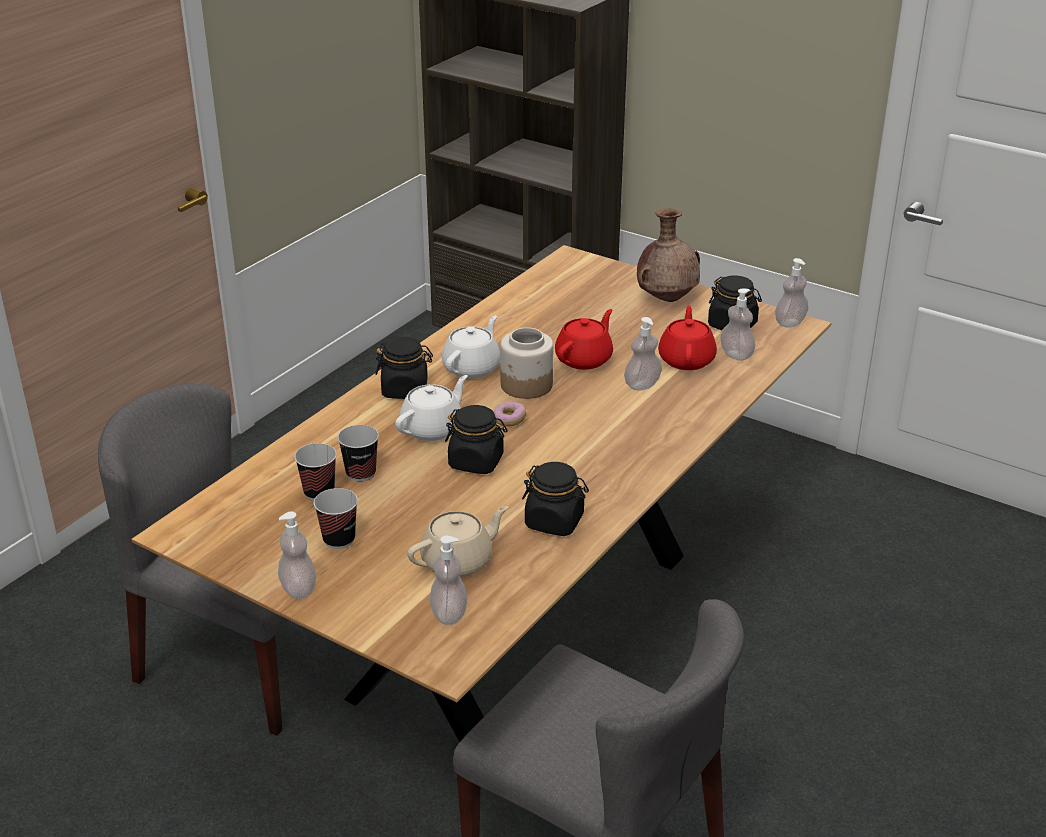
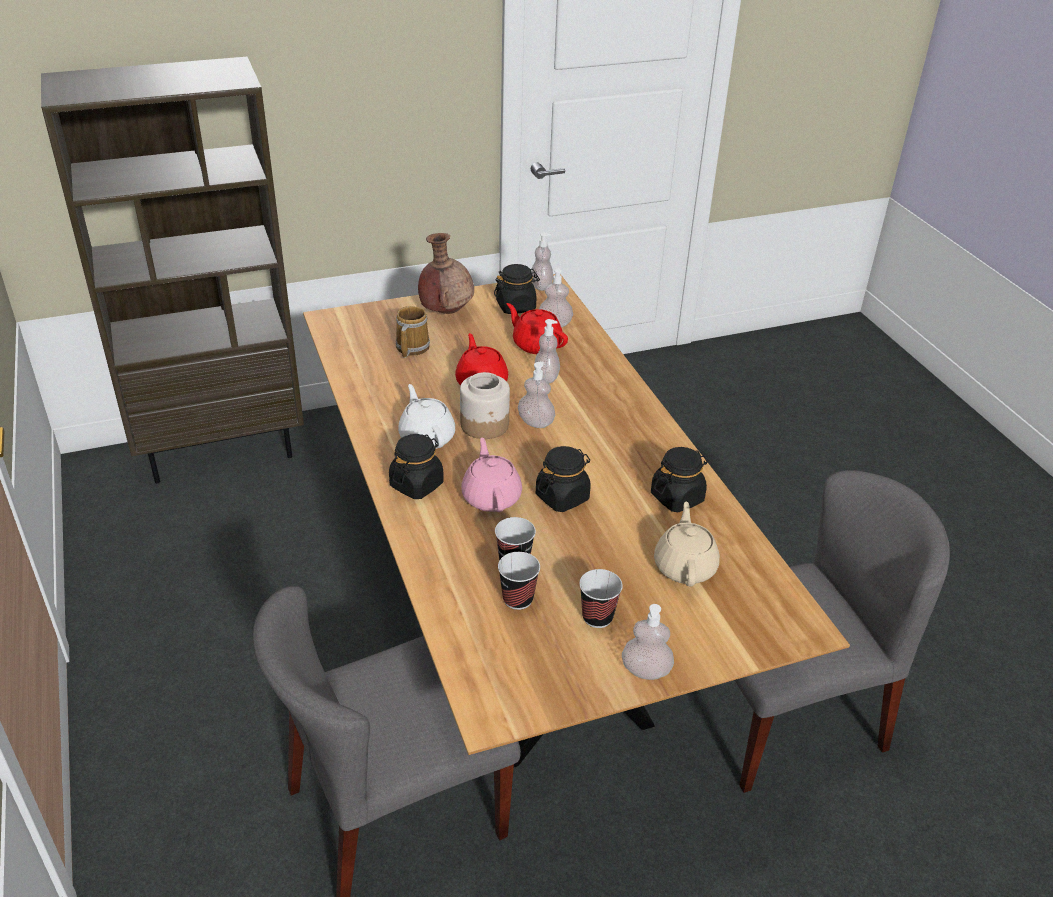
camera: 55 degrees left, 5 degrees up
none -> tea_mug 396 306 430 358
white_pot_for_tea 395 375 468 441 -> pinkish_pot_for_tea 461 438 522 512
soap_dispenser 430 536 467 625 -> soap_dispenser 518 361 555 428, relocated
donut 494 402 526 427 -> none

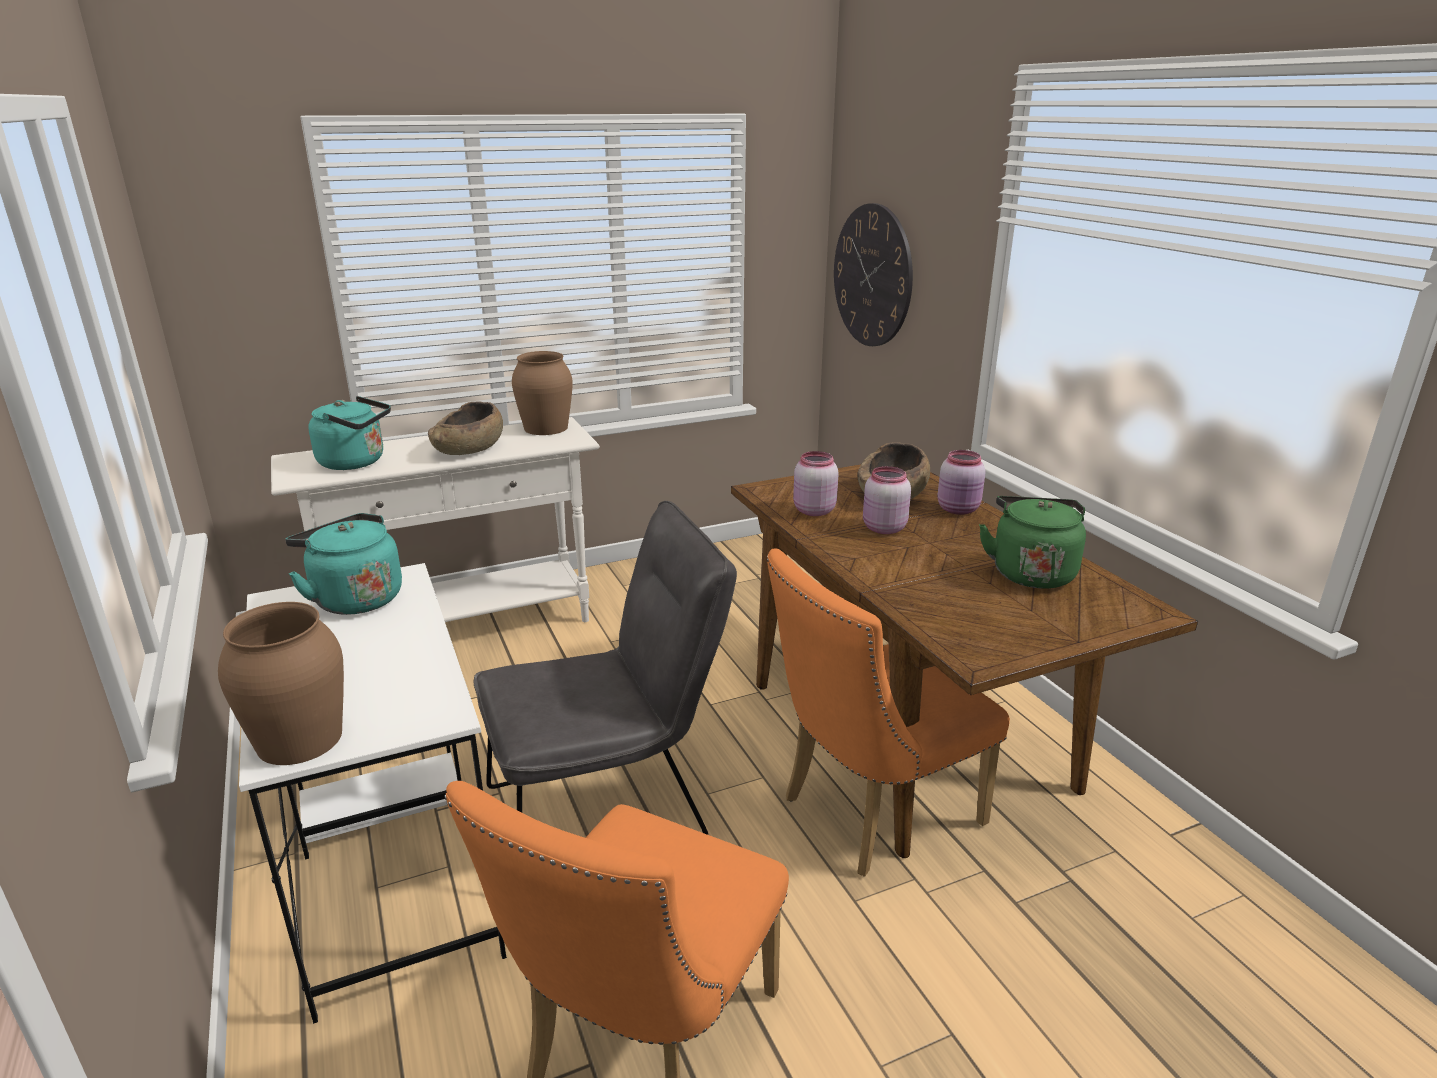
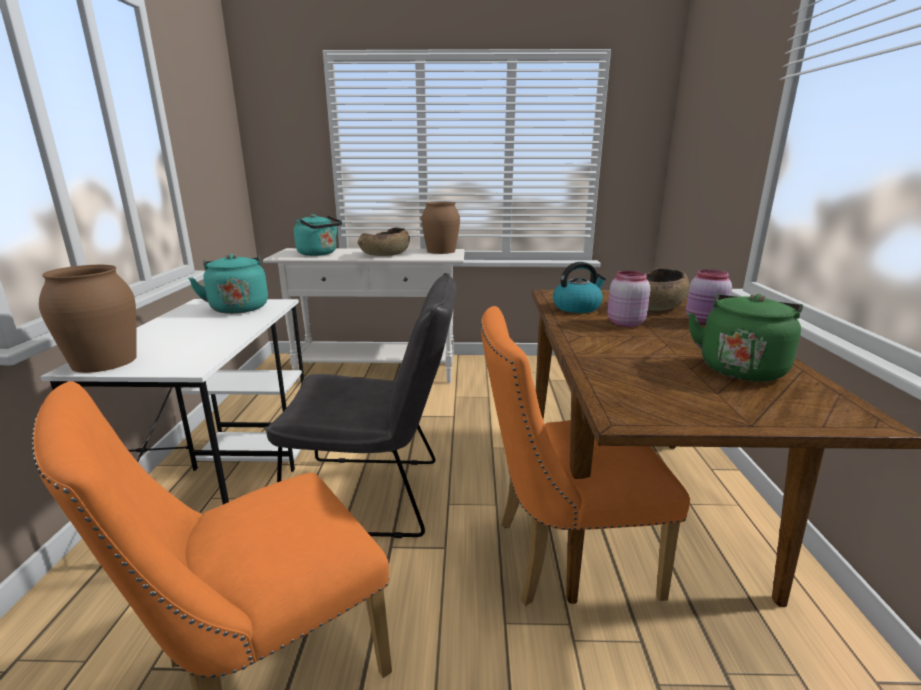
camera: 25 degrees right, 5 degrees down
pinkish_jar 793 451 839 516 -> water_kettle 553 262 606 313
clock_on_the_wall 834 203 913 346 -> none

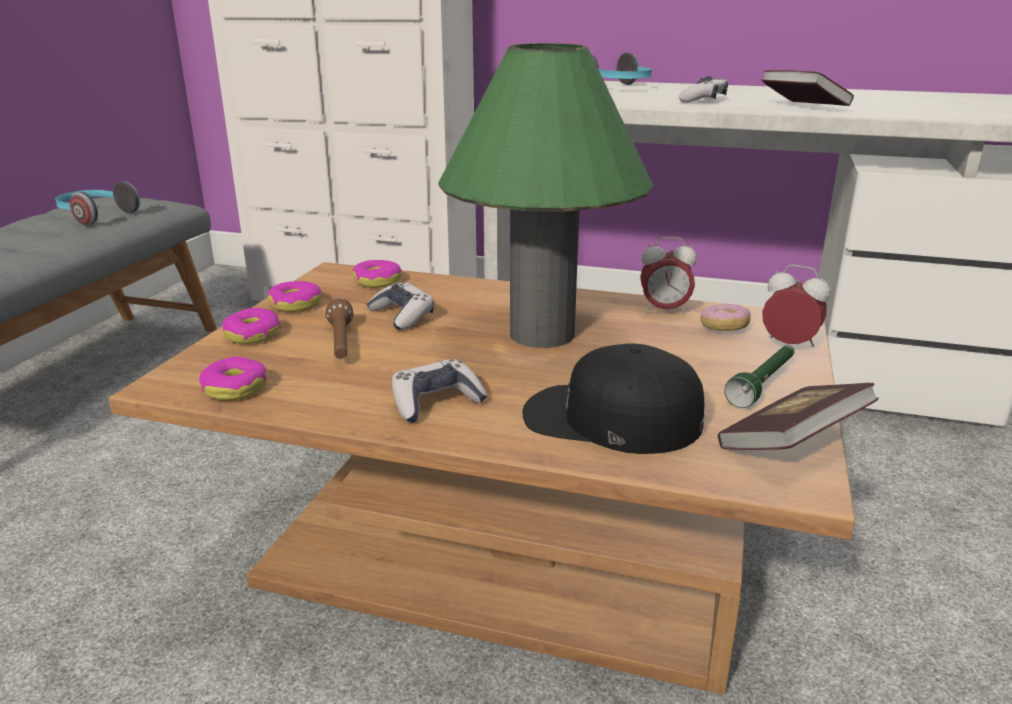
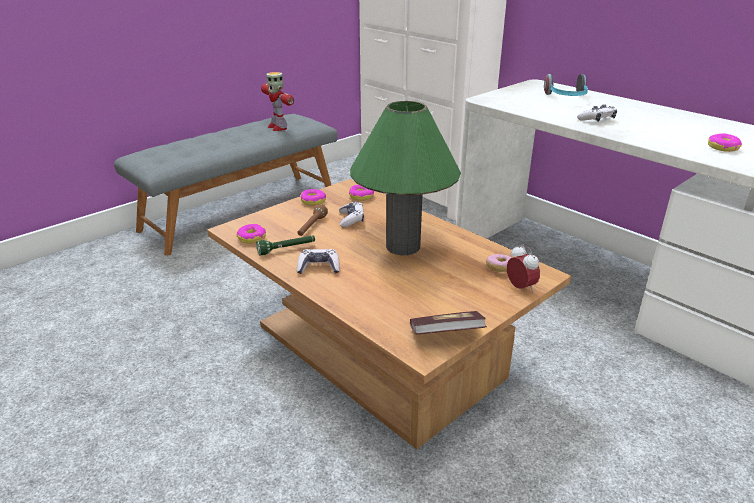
camera: 30 degrees right, 5 degrees up
green_hand_torch 724 345 794 408 -> green_hand_torch 256 236 315 256, relocated
headset 55 181 140 226 -> toy_robot 261 72 294 131
donut 222 308 281 344 -> donut 708 133 742 152, relocated
blackish_cap 523 344 704 454 -> none
alarm_clock 640 237 697 314 -> none
volume 761 70 854 106 -> none

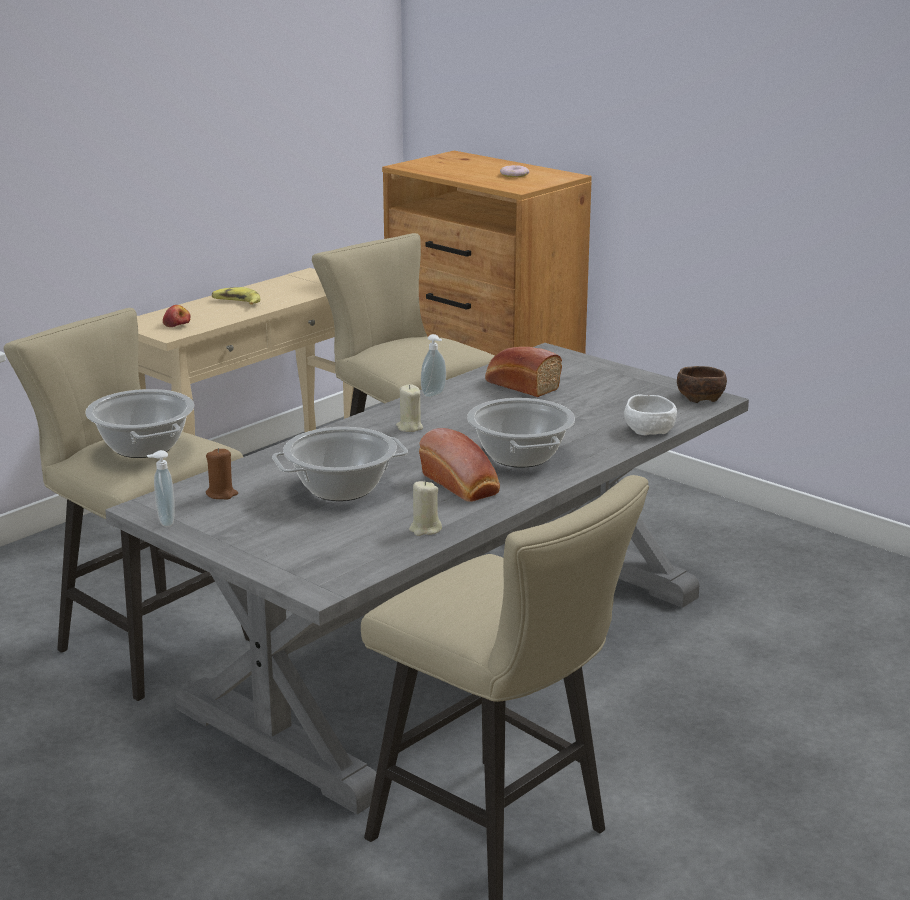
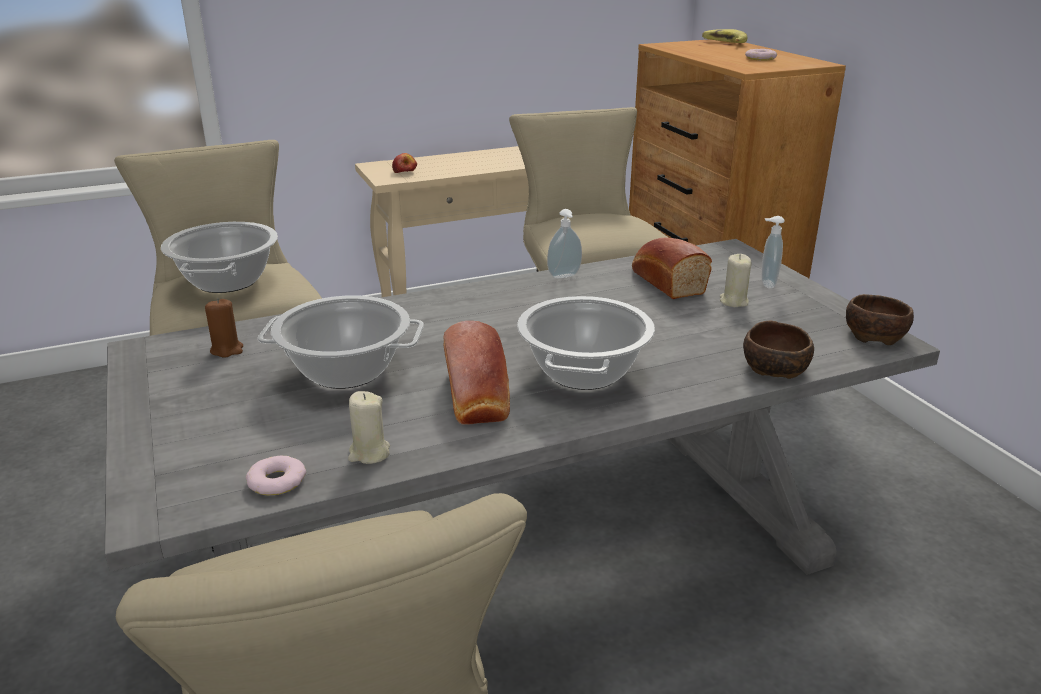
camera: 25 degrees right, 5 degrees up
none -> donut 246 456 306 495
banana_fruit 212 287 260 305 -> banana_fruit 702 29 747 43, relocated
sand-coloured_candle 396 384 423 432 -> sand-coloured_candle 720 254 752 307, relocated
white_serving_bowl 624 394 677 435 -> brown_serving_bowl 743 321 814 379
soap_dispenser 147 450 175 527 -> soap_dispenser 762 216 785 289, relocated

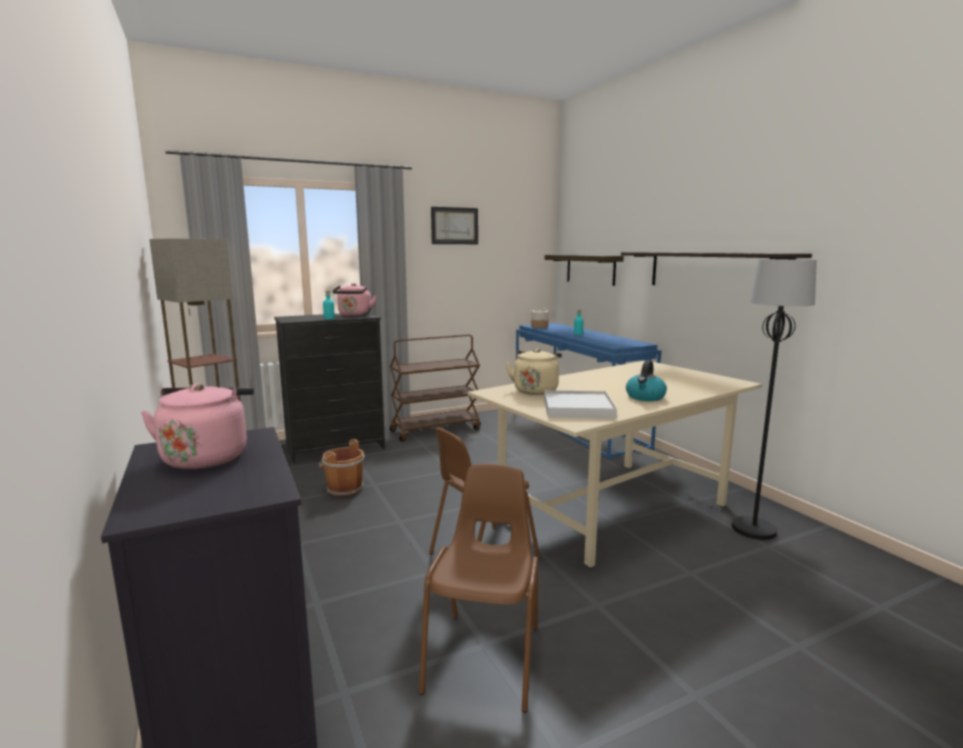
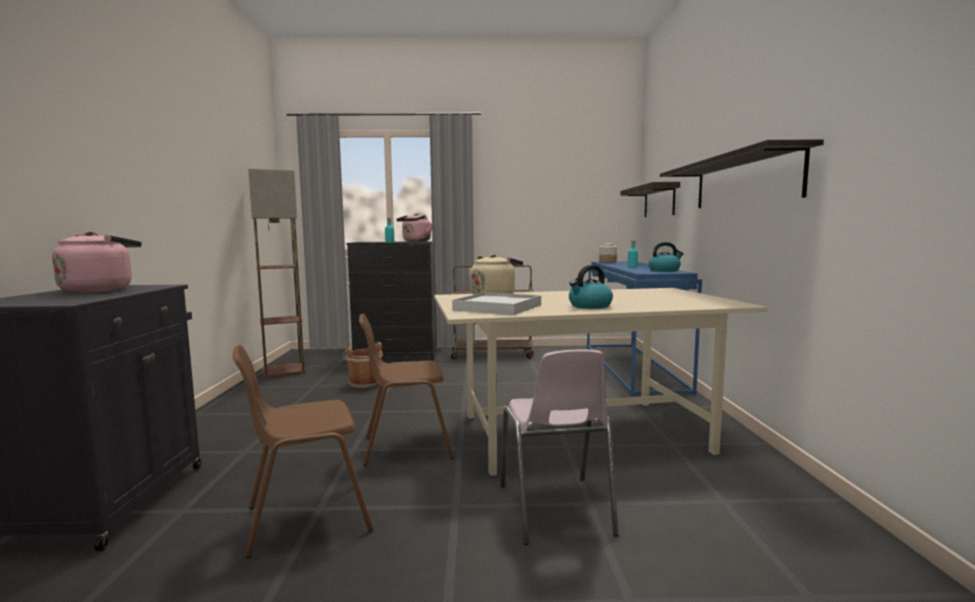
camera: 25 degrees right, 5 degrees down
brown_chair 419 464 538 713 -> brown_chair 233 345 373 558, 150 degrees counterclockwise
none -> pinkish_chair 500 350 619 545
none -> water_kettle 649 242 684 272
wall_picture 431 207 478 244 -> none
blackish_standing_lamp 732 259 817 540 -> none

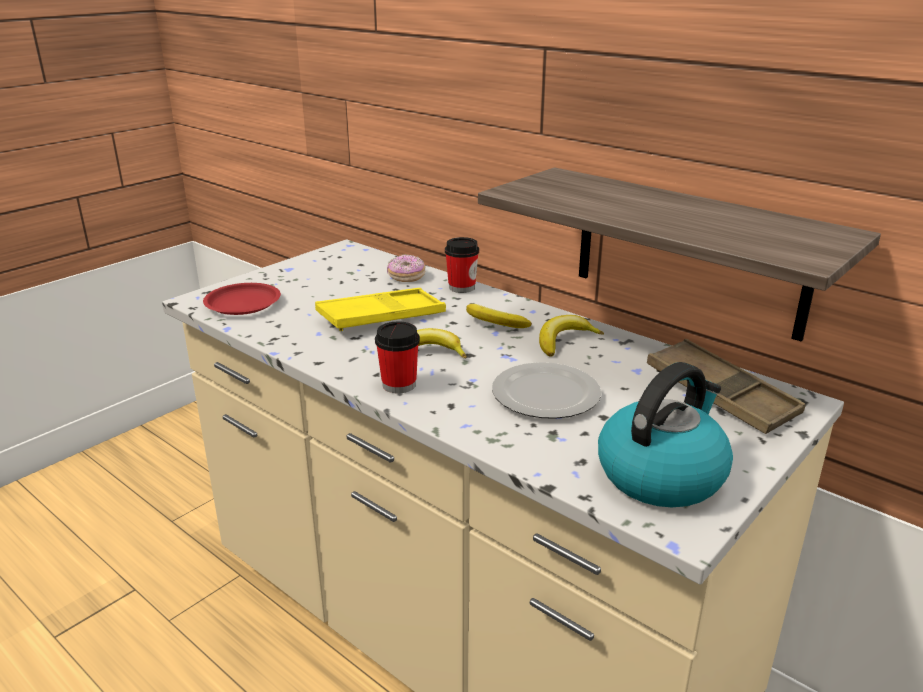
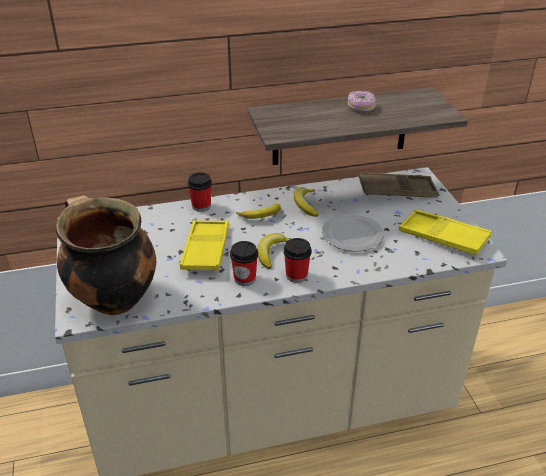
camera: 55 degrees left, 10 degrees up
reddish_flat_dish 203 283 281 315 -> saucepot 56 195 156 315
none -> drinking_cup 230 241 258 286
donut 387 254 425 282 -> donut 348 91 376 112, relocated
water_kettle 598 362 733 507 -> yellow-coloured_serving_tray 399 209 492 255

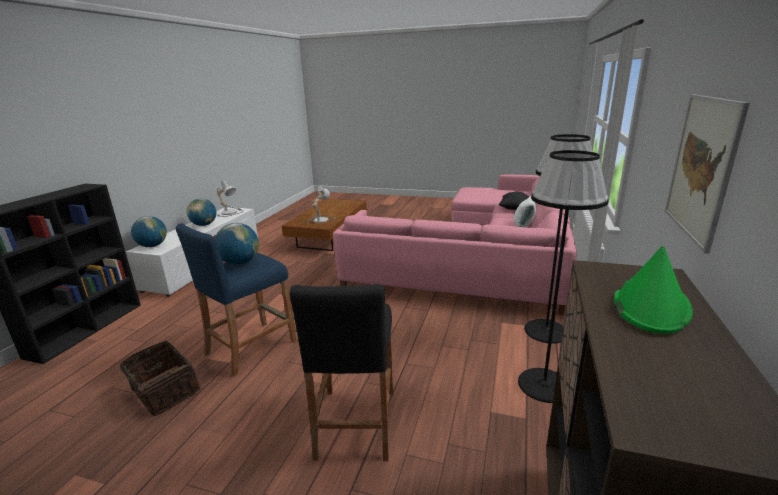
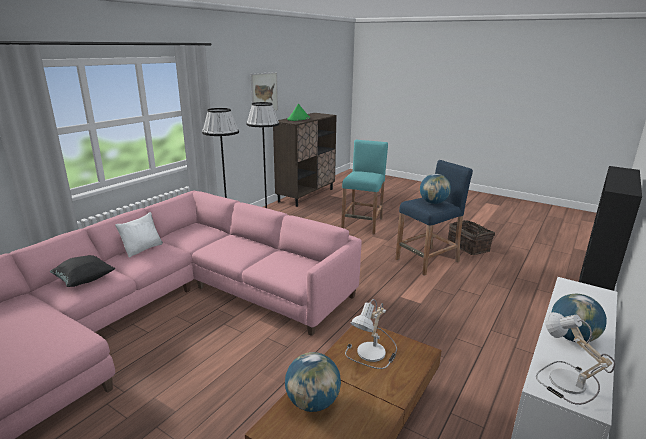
camera: 165 degrees left, 0 degrees up
desk_globe 131 216 167 247 -> desk_globe 285 352 341 412, relocated
blackish_sitting_stool 290 284 393 461 -> turquoise_sitting_stool 341 140 388 235

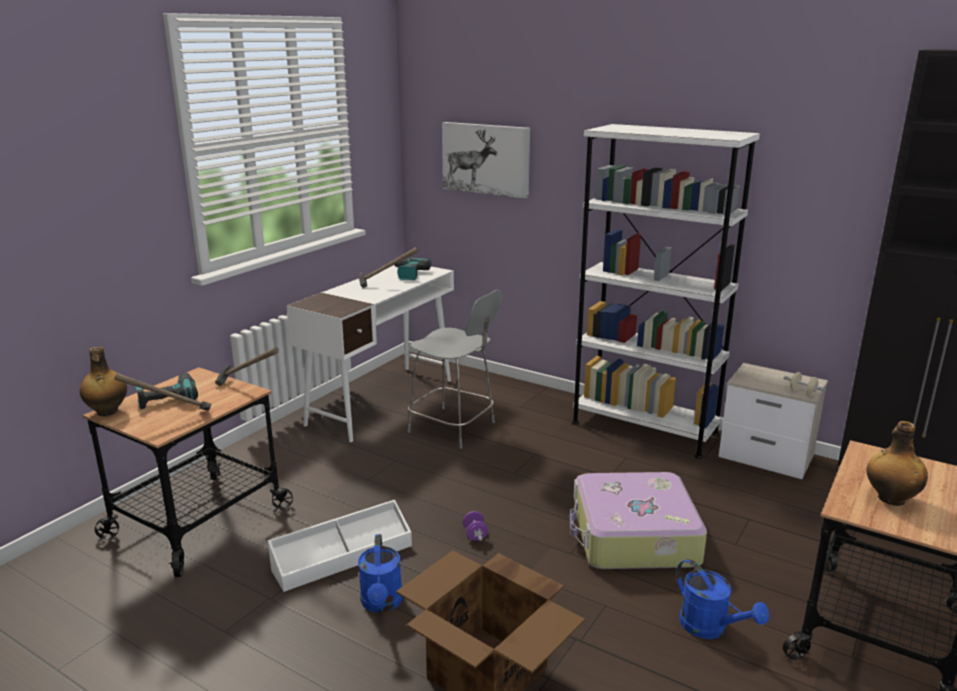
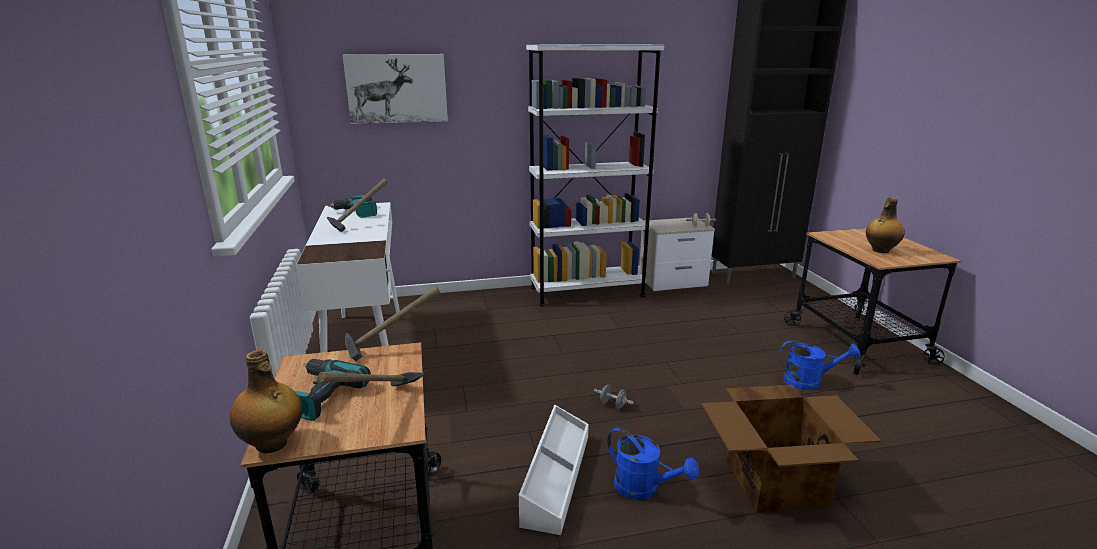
camera: 45 degrees left, 0 degrees up
purplish_dumbbell 463 511 488 541 -> grey_dumbbell 594 385 634 409
grey_chair 408 290 503 449 -> none
piece_of_luggage 570 472 707 569 -> none

